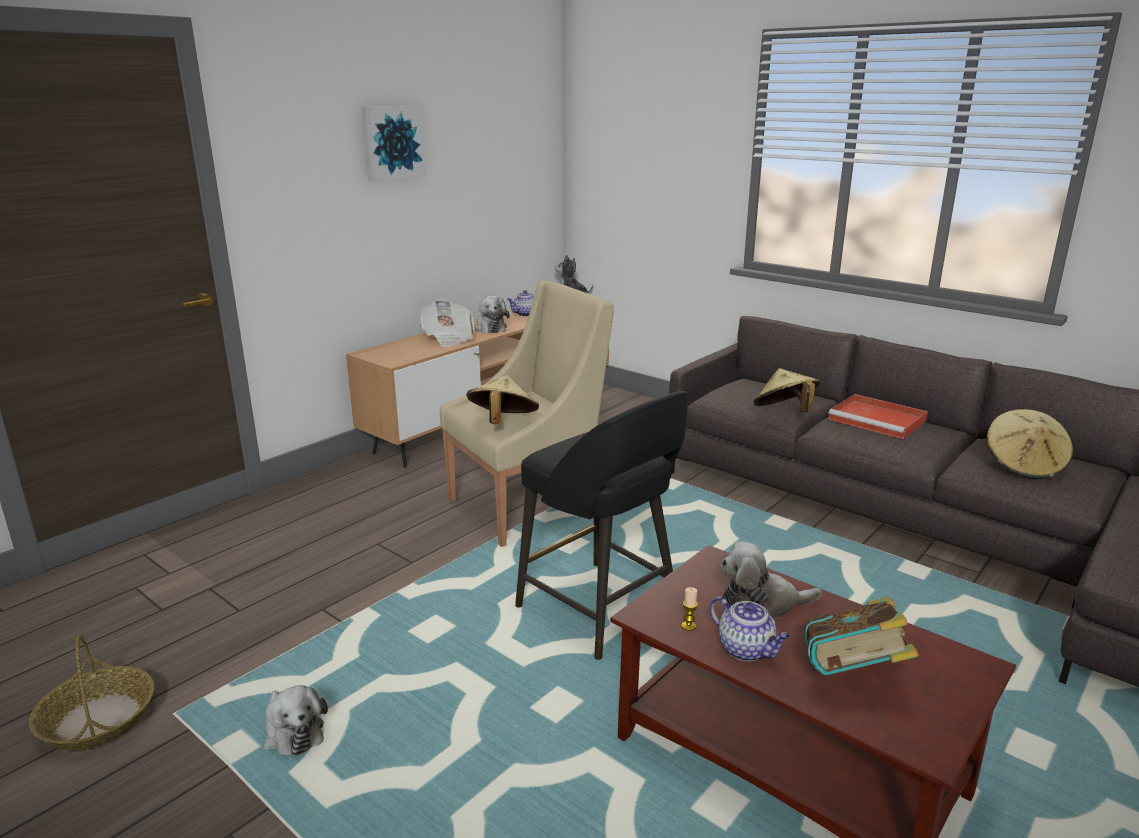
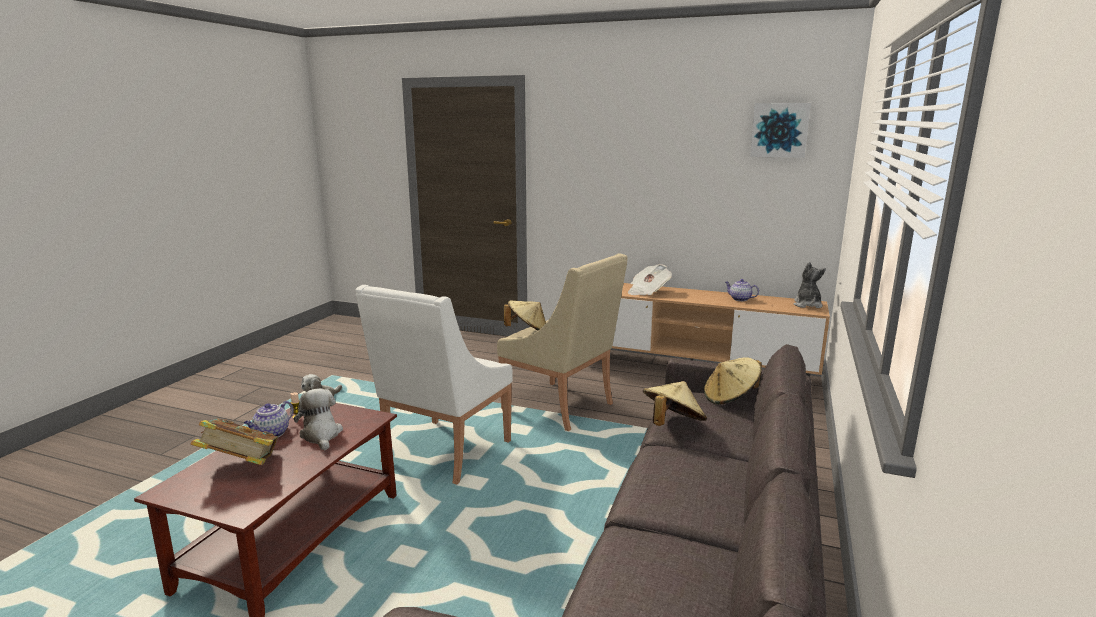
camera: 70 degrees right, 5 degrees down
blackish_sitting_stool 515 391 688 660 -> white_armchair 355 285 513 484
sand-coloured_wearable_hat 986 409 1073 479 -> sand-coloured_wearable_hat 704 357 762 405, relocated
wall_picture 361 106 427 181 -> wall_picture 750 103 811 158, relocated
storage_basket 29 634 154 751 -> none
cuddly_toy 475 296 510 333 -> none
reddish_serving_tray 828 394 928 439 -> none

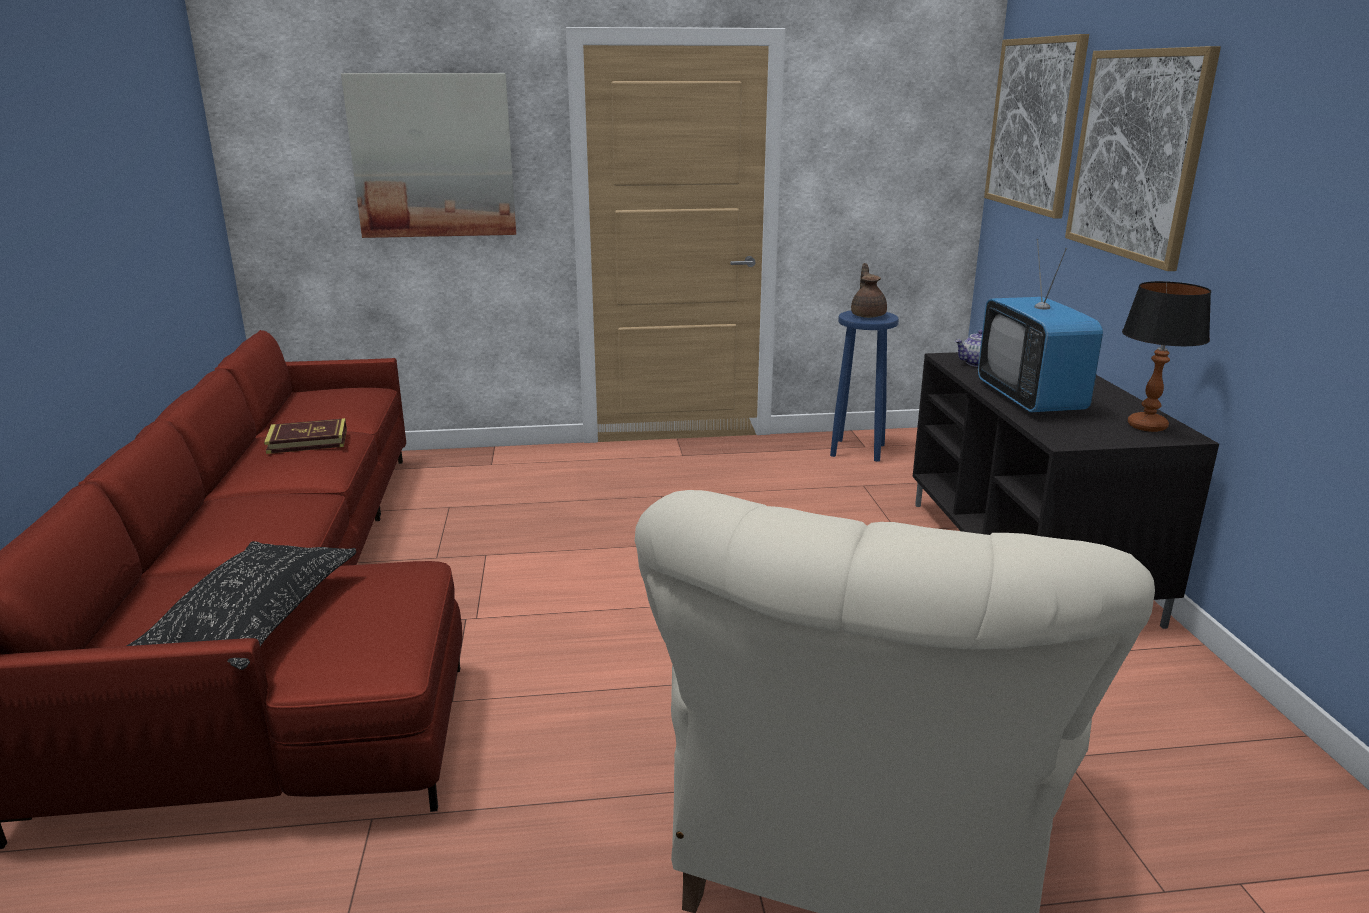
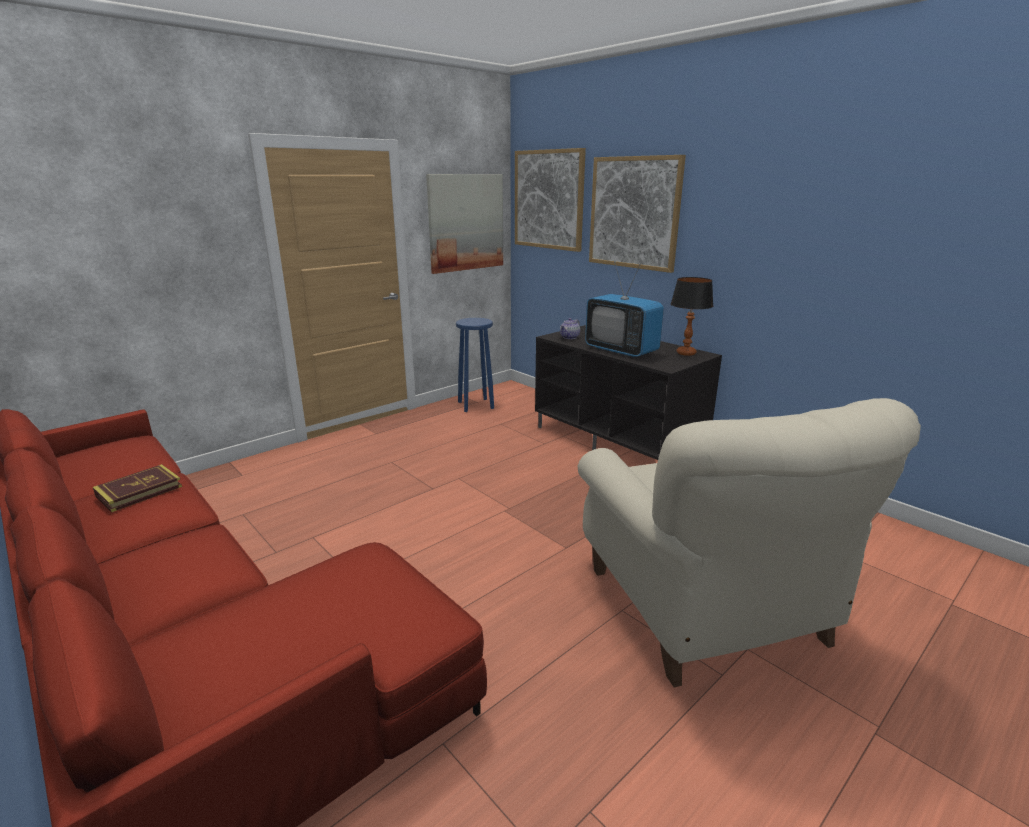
camera: 35 degrees left, 0 degrees up
wall_picture 341 73 516 238 -> wall_picture 426 174 503 274, relocated
blackish_pillow 127 541 356 670 -> none
brown_pot_for_tea 851 263 887 318 -> none

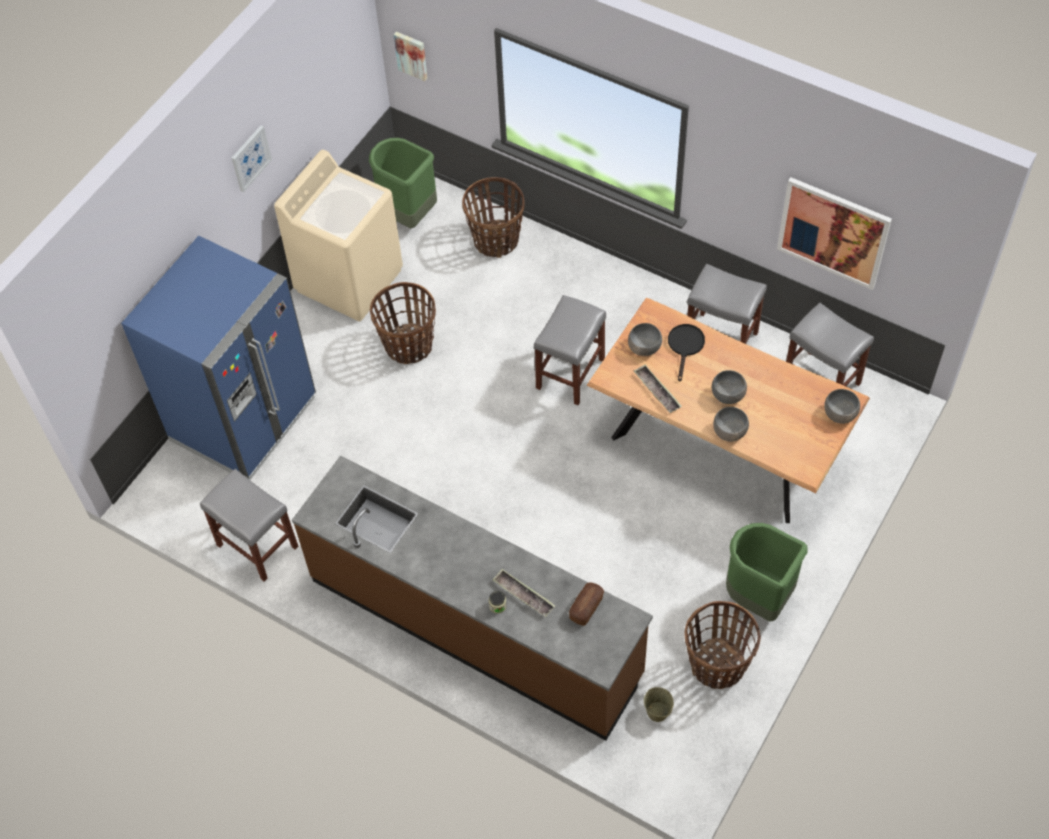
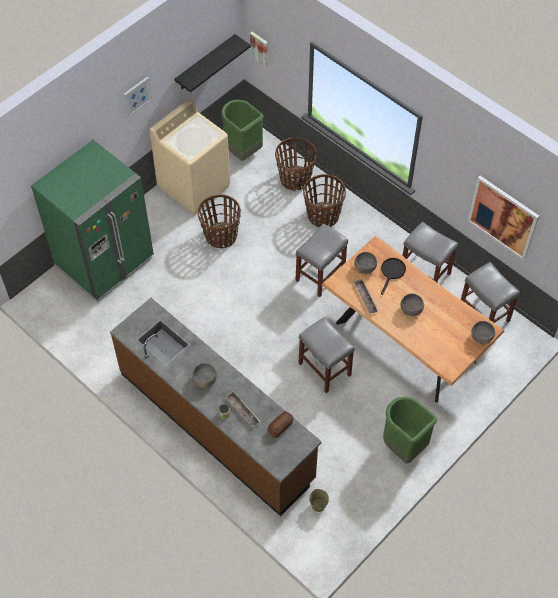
camera: 10 degrees right, 0 degrees up
blue-coloured_refrigerator 121 236 316 480 -> green_refrigerator 31 140 154 302
none -> blackish_shelf 175 34 251 92
grey_serving_bowl 713 407 749 442 -> grey_serving_bowl 192 363 217 388, relocated
grey_sitting_stool 200 469 299 582 -> grey_sitting_stool 298 317 355 393, relocated
storage_basket 684 601 761 689 -> storage_basket 303 174 346 227, relocated

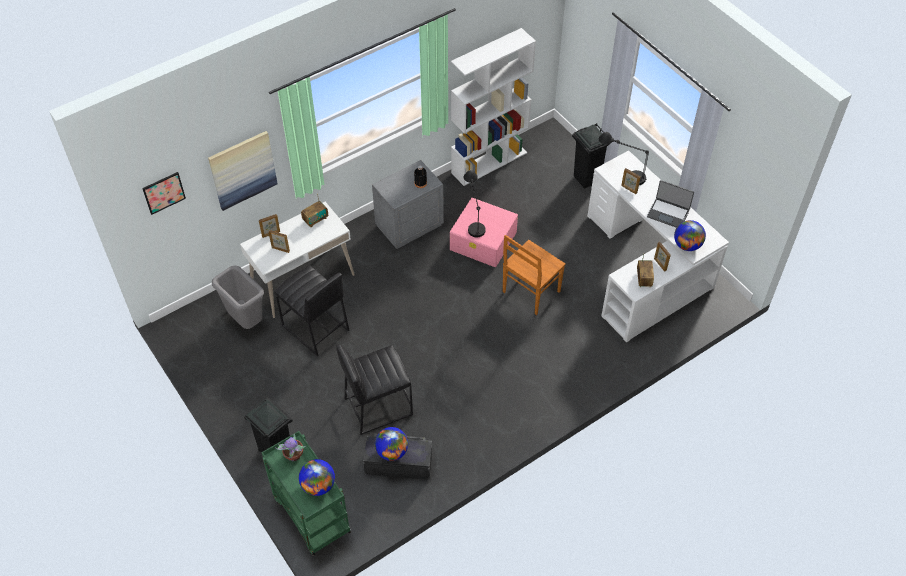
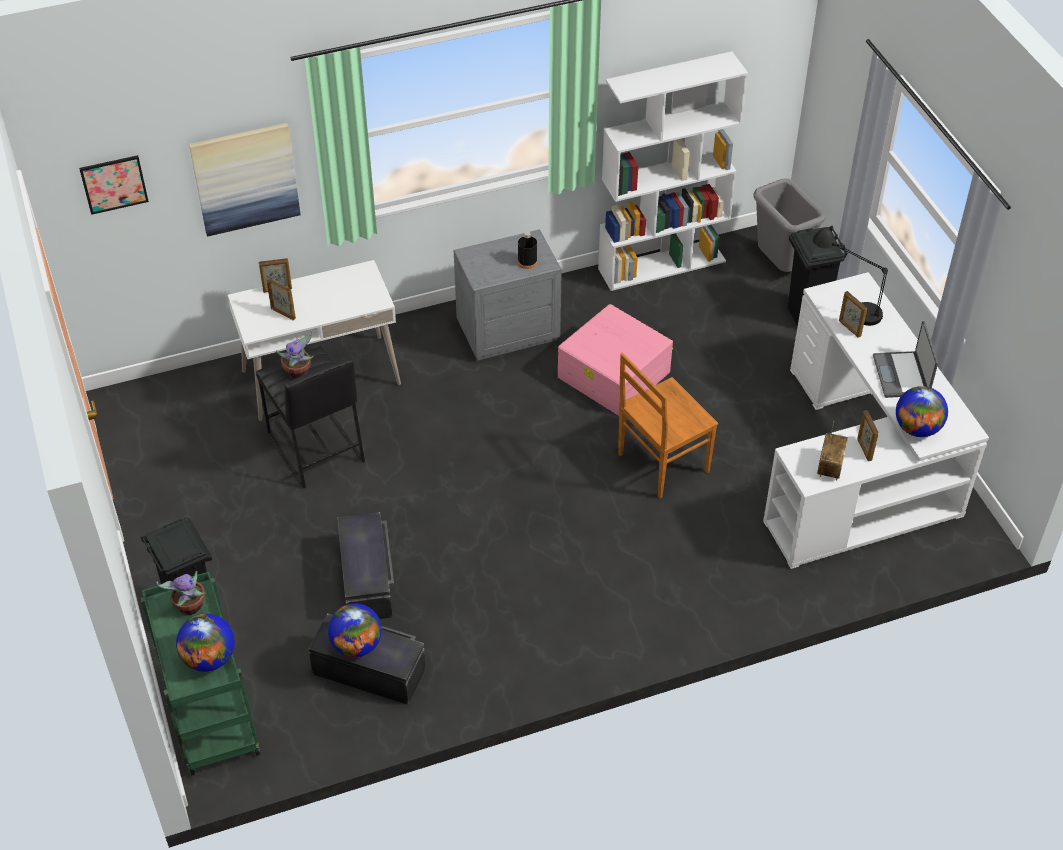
camera: 15 degrees right, 5 degrees down
none -> houseplant 276 330 314 379
blackish_sitting_stool 336 344 413 435 -> blackish_storage_box 337 512 394 619
grey_rubbish_bin 212 265 264 329 -> grey_rubbish_bin 754 178 826 272, relocated
notebook_computer 647 180 694 228 -> notebook_computer 873 321 938 398, 45 degrees clockwise
radio_set 301 194 328 227 -> none
blackish_lamp_for_a_table 464 170 486 238 -> none

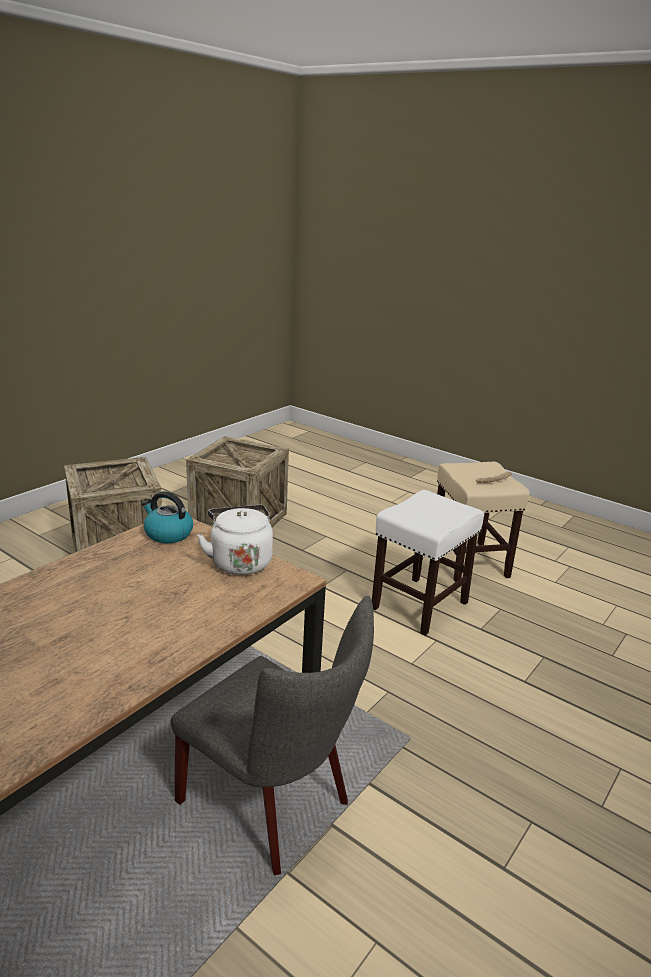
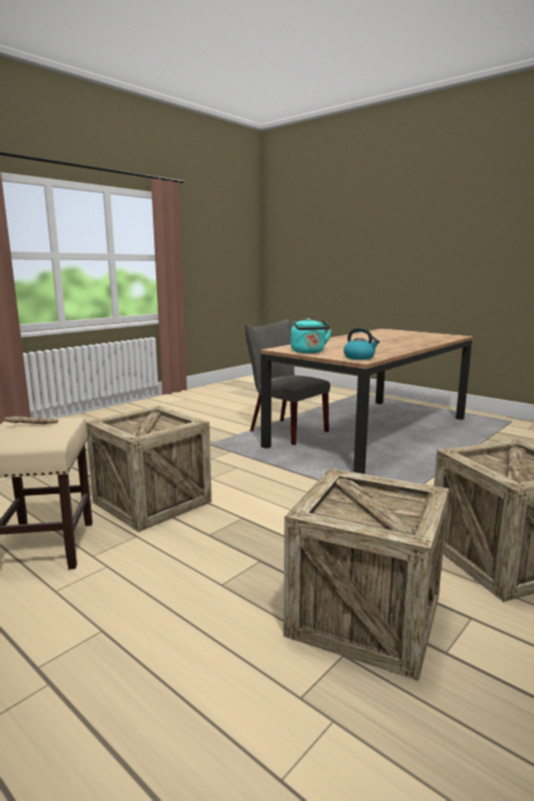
camera: 175 degrees left, 10 degrees down
white_sitting_stool 372 490 484 636 -> crate 86 406 212 532
white_water_kettle 197 505 273 575 -> turquoise_water_kettle 291 318 332 353

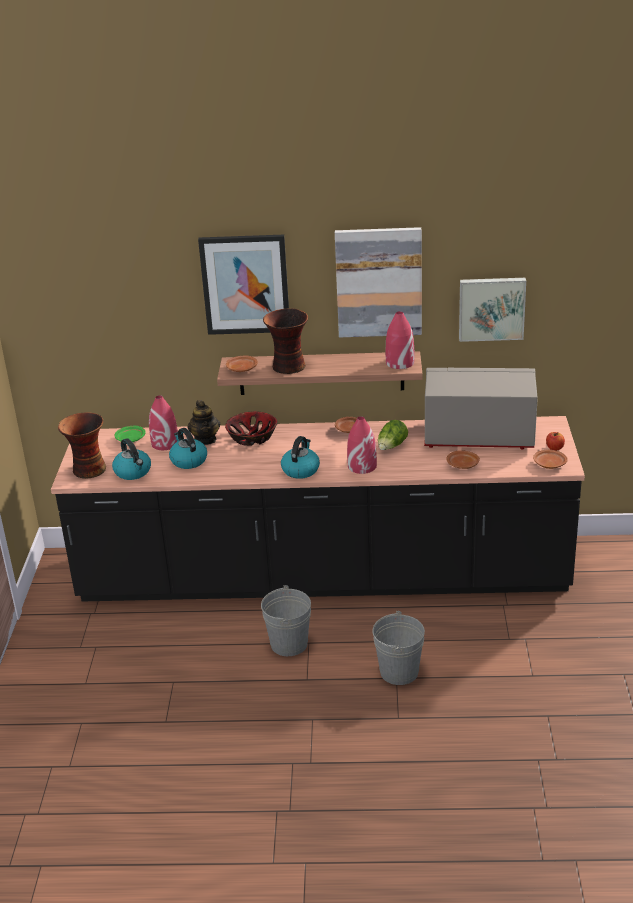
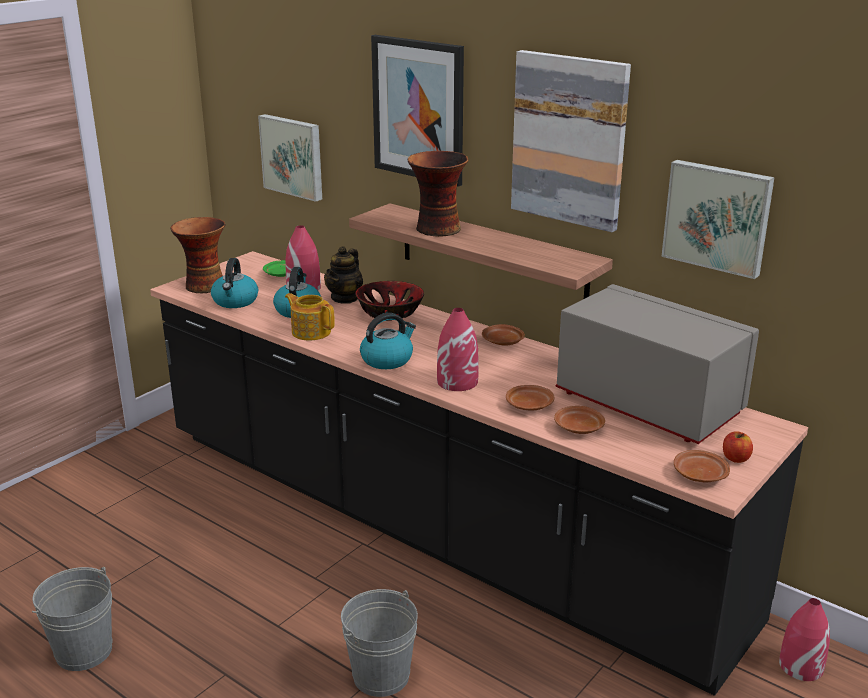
camera: 35 degrees right, 5 degrees down
grey_bucket 261 585 311 656 -> grey_bucket 32 567 112 671, relocated
none -> wall_picture 258 114 322 202
none -> pot_for_tea 285 293 335 341
brown_flat_dish 226 356 258 372 -> brown_flat_dish 506 385 555 411, relocated
reddish_vase 386 311 414 369 -> reddish_vase 779 598 830 681, relocated
lettuce_head 378 420 408 450 -> none

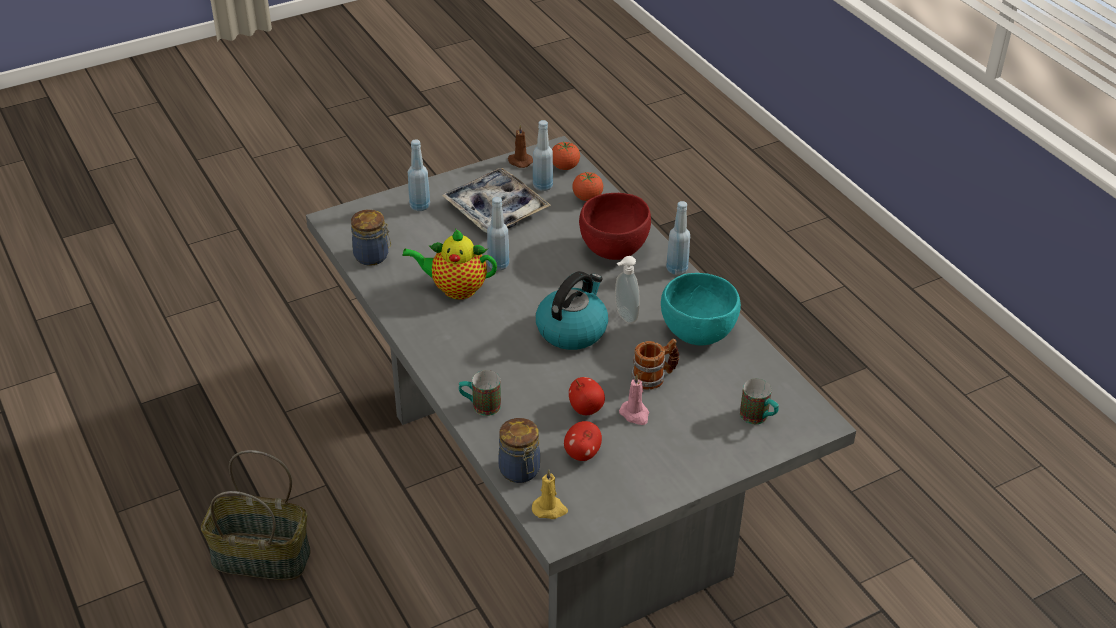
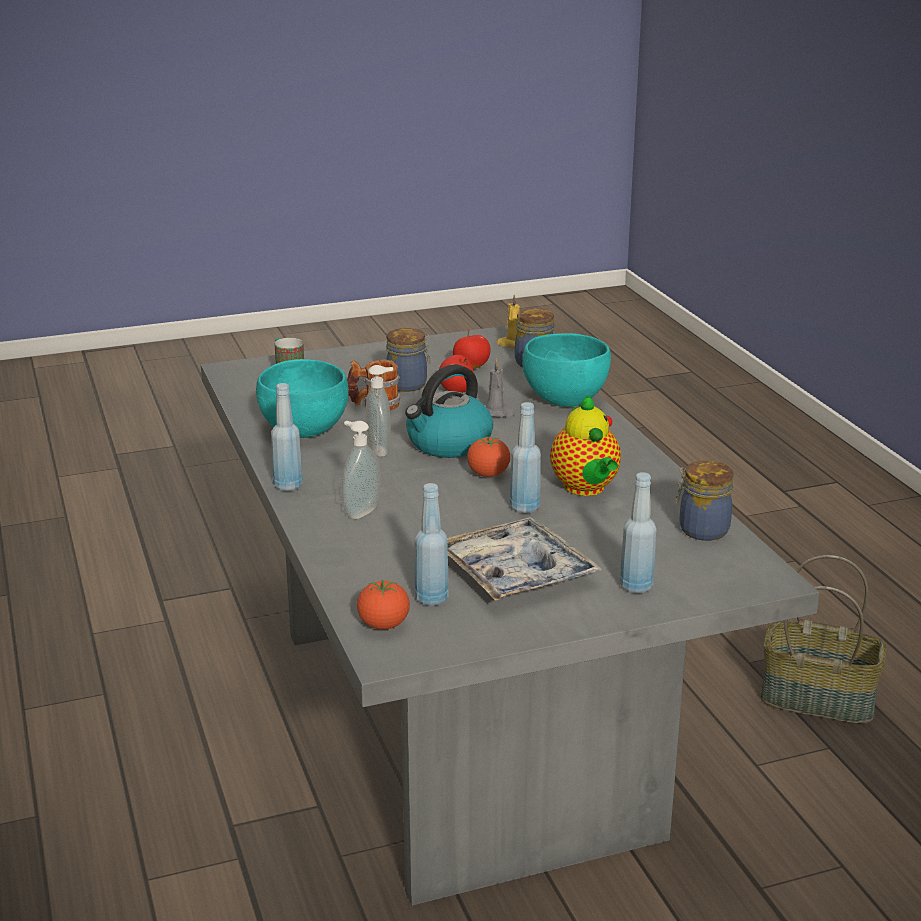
camera: 170 degrees left, 15 degrees down
reddish_serving_bowl 579 193 651 260 -> soap_dispenser 342 421 381 519
pinkish_candle 619 374 649 425 -> jar 386 328 430 392
fresh_tomato 572 172 603 201 -> fresh_tomato 467 437 510 477, relocated
none -> grey_candle 485 359 516 417
tea_mug 459 370 501 416 -> turquoise_serving_bowl 522 333 611 407
pot_for_tea 402 229 497 300 -> pot_for_tea 550 395 621 496, 60 degrees clockwise
brown_candle 508 125 533 168 -> none

